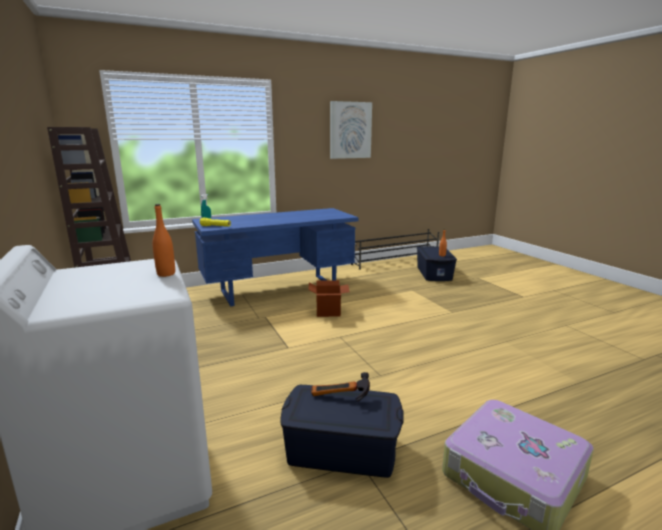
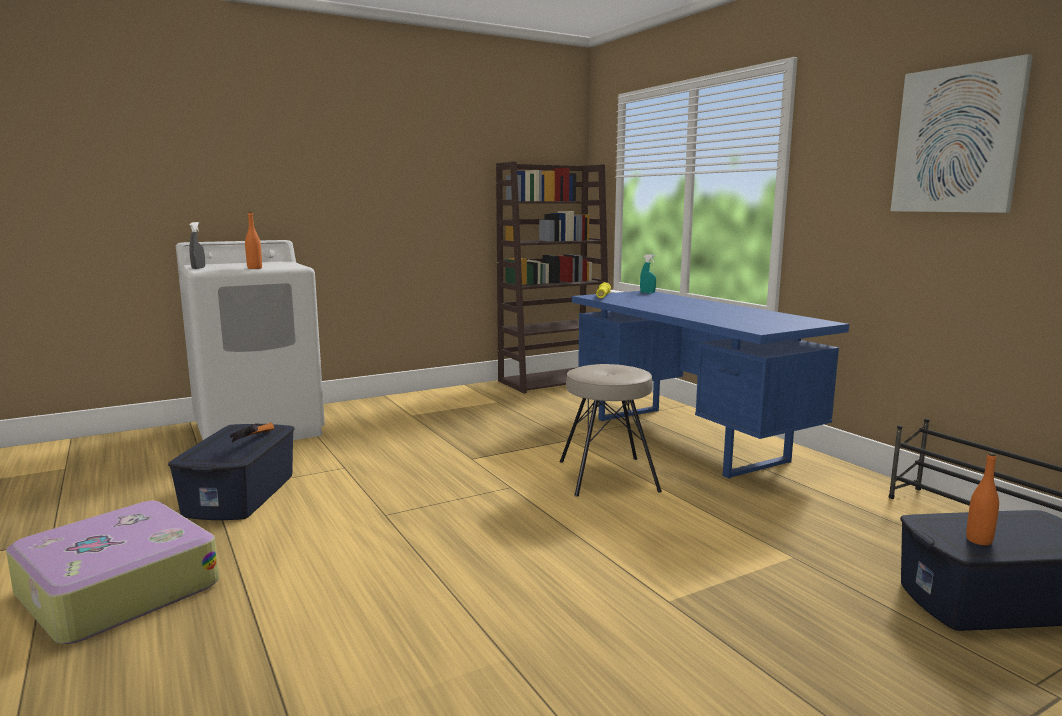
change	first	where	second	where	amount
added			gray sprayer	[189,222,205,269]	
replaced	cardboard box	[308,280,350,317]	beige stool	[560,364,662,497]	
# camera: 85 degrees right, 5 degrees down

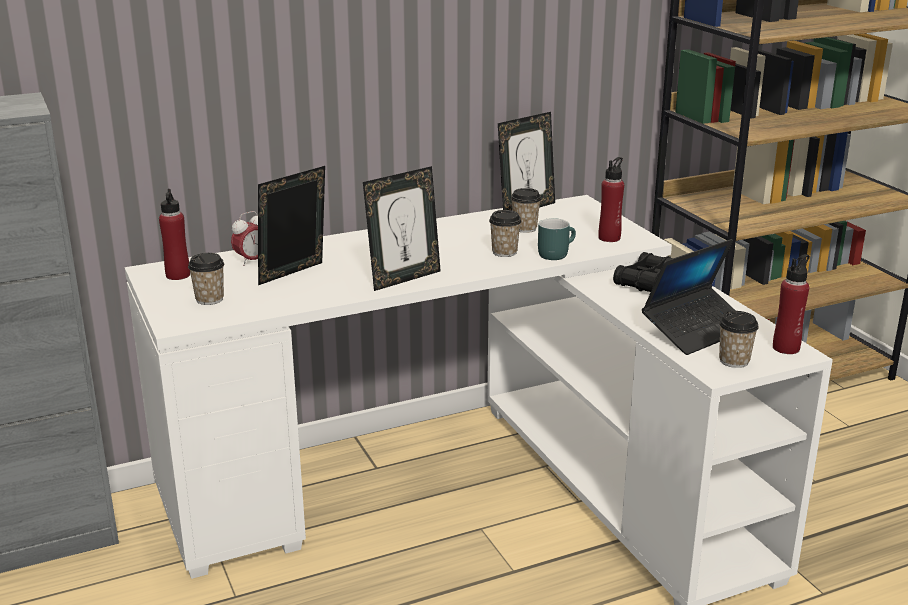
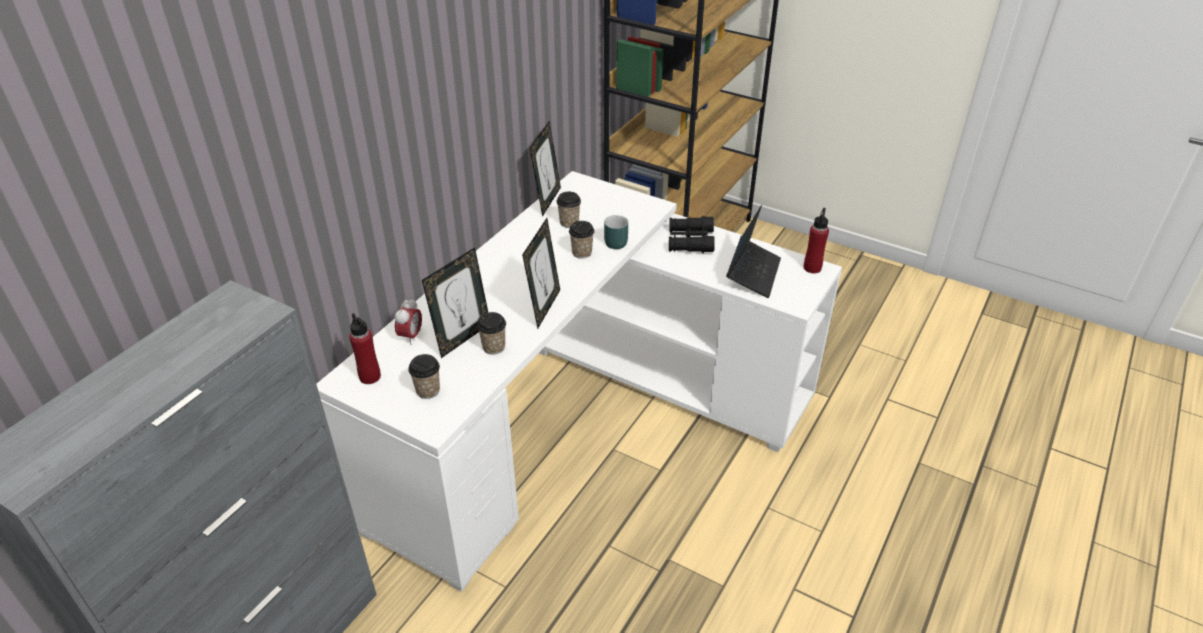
change	first	where	second	where	amount
removed	reddish beverage bottle	[599,157,624,242]			
moved	drinking cup	[719,311,759,368]		[477,312,506,355]	
turned	photo frame	[258,166,325,285]		[422,247,488,358]	150 degrees counterclockwise
# camera: 35 degrees left, 15 degrees up

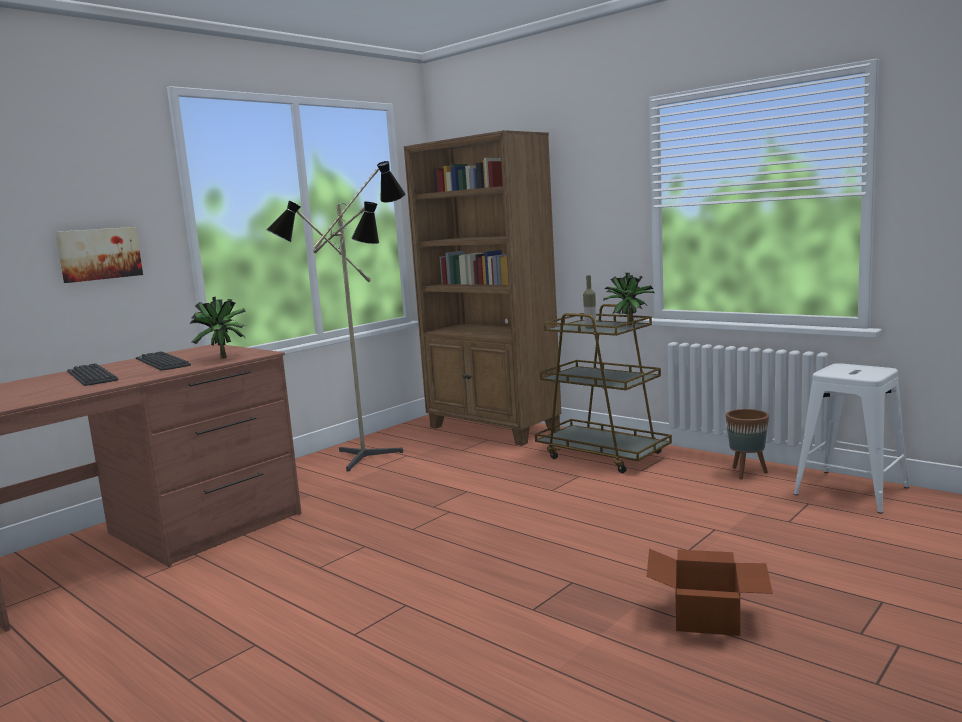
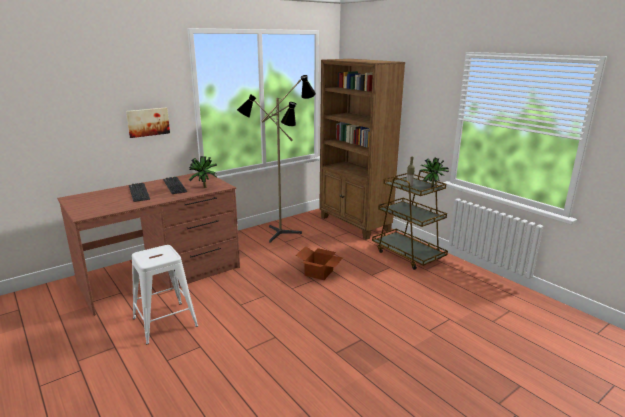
change	first	where	second	where	amount
removed	brownish planter	[726,409,769,480]			
moved	cardboard box	[647,549,773,636]		[296,246,343,280]	
moved	white-coloured stool	[794,363,910,513]		[132,245,198,344]	
# camera: 10 degrees right, 10 degrees up

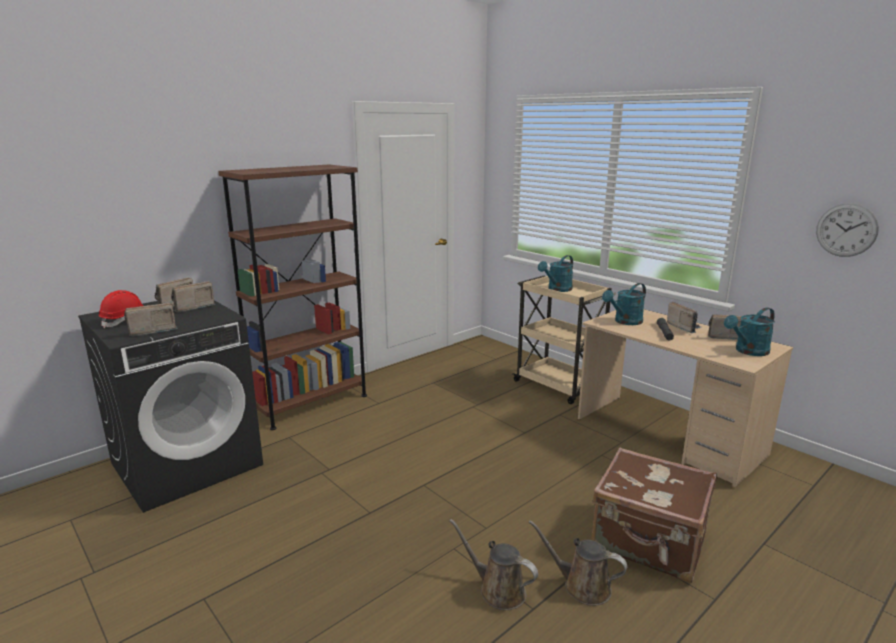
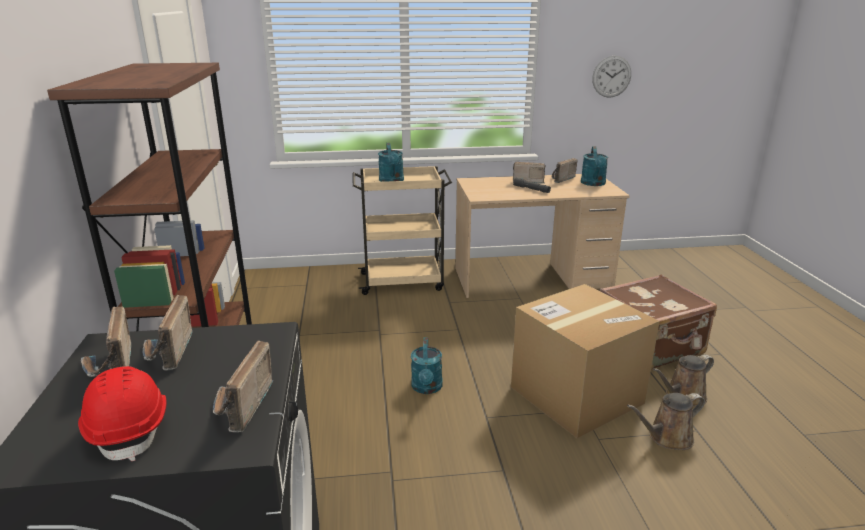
change	first	where	second	where	amount
added			cardboard box	[511,284,660,438]	
moved	turquoise watering can	[602,283,646,325]		[411,337,443,394]	
# camera: 55 degrees left, 5 degrees up

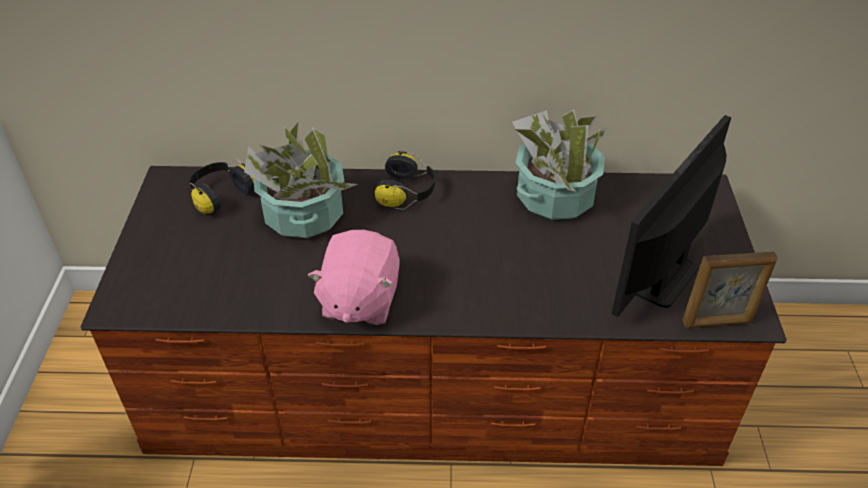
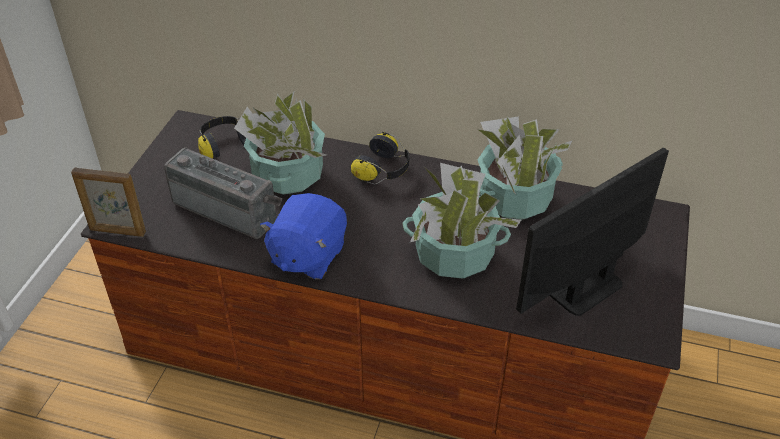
change	first	where	second	where	amount
added			radio set	[164,148,283,239]	
added			plant in a pot	[402,163,521,278]	
moved	photo frame	[682,251,778,328]		[71,167,146,237]	
recoloured	pinkish plush toy	[307,230,400,325]	blue-coloured plush toy	[260,193,347,279]	
# camera: 15 degrees right, 0 degrees up

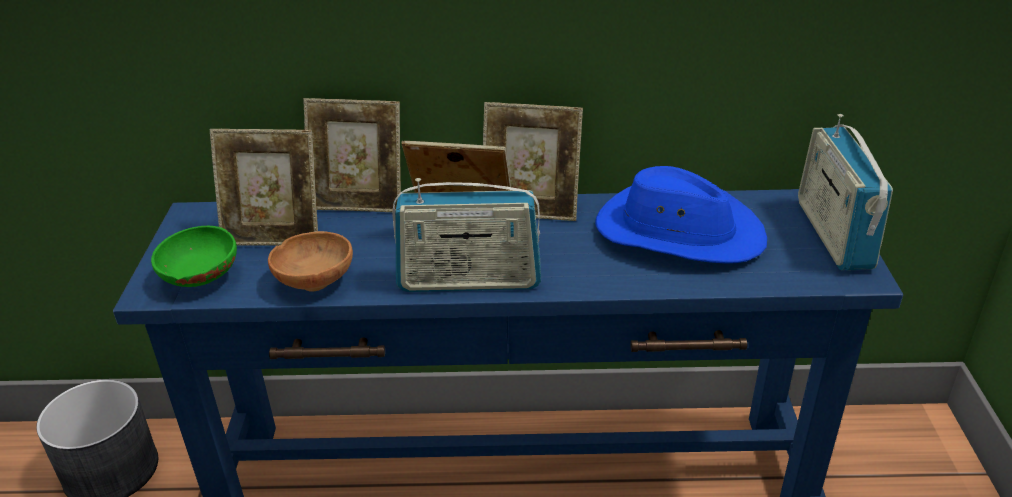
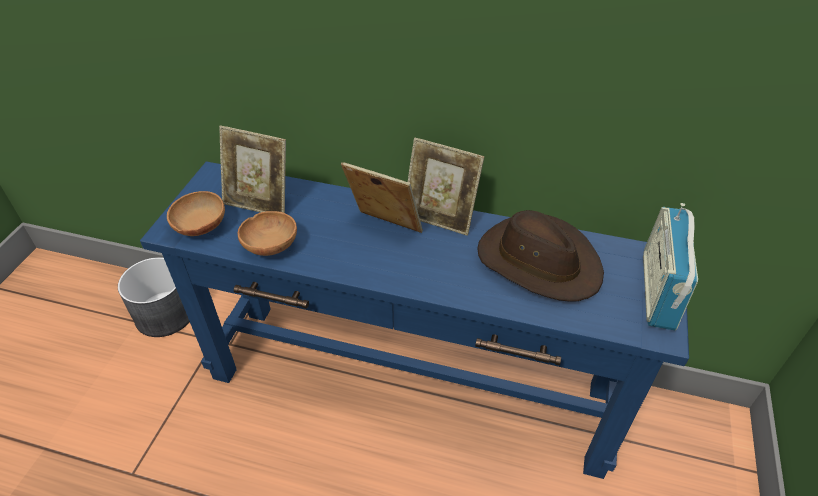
change	first	where	second	where	amount
removed	photo frame	[303,98,401,213]			
removed	radio set	[392,178,541,292]			
recoloured	green deep dish	[151,226,237,287]	brownish deep dish	[167,191,225,236]	
recoloured	blue-coloured hat	[595,166,767,263]	brownish hat	[477,210,604,302]	
# camera: 15 degrees right, 10 degrees up

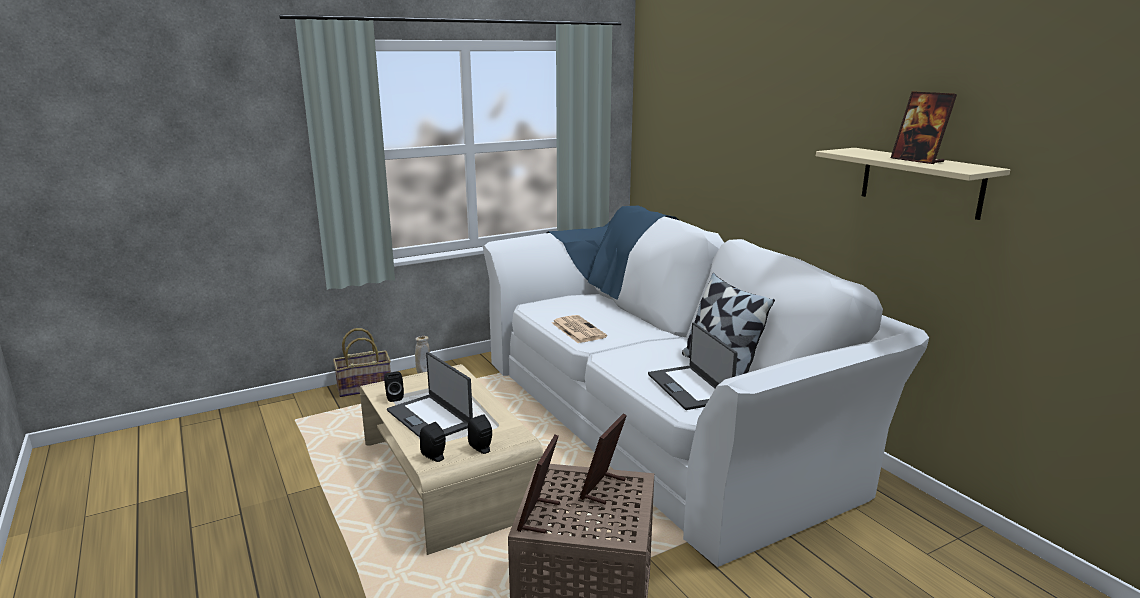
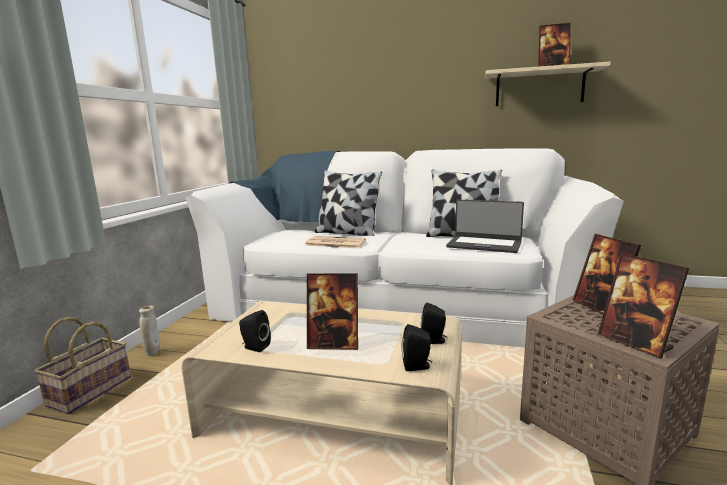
change	first	where	second	where	amount
added			pillow	[315,170,382,236]	
replaced	laptop	[387,352,473,438]	photo frame	[307,273,358,350]	
# camera: 45 degrees left, 5 degrees down

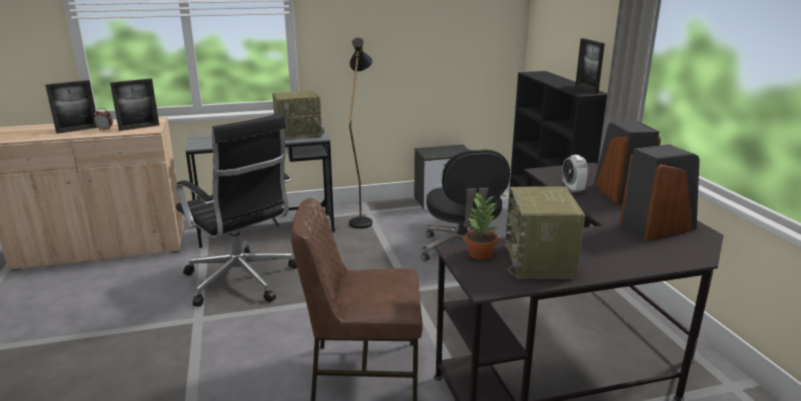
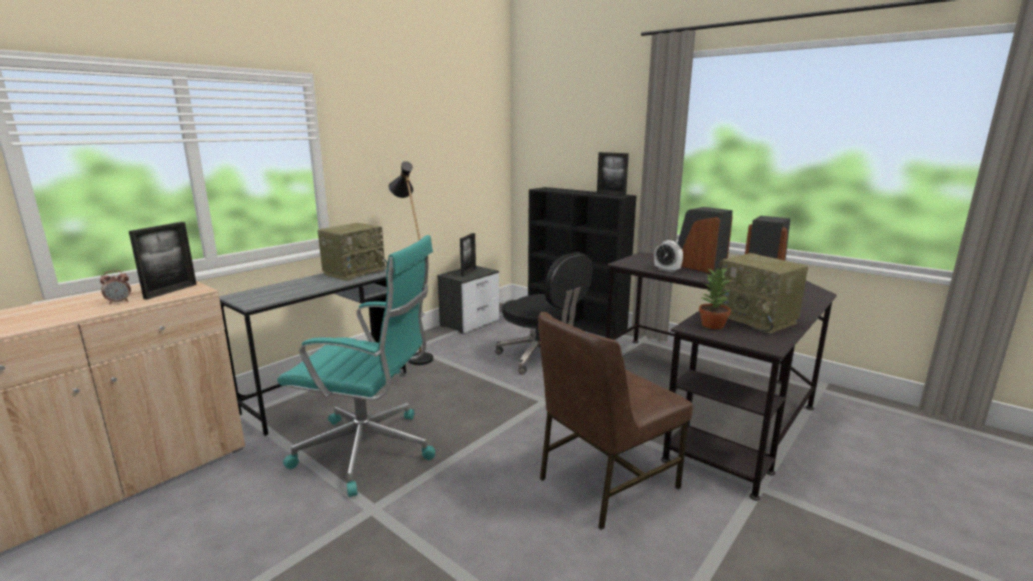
change	first	where	second	where	amount
moved	photo frame	[45,80,98,134]		[460,233,476,276]	
recoloured	blackish computer chair	[176,113,297,307]	turquoise computer chair	[277,235,435,497]	
# camera: 35 degrees left, 5 degrees down

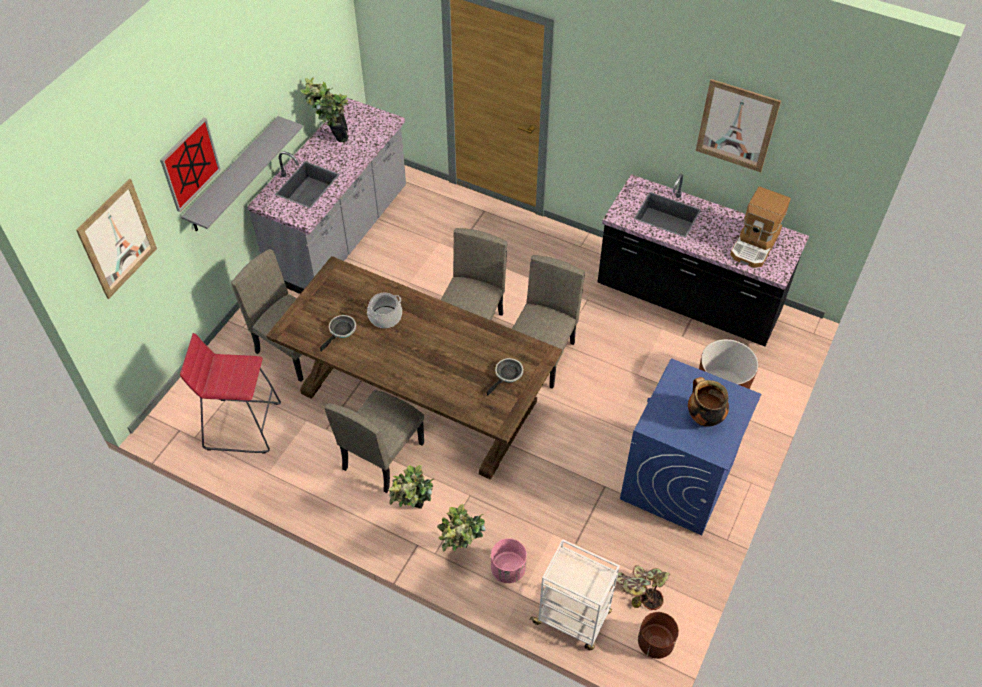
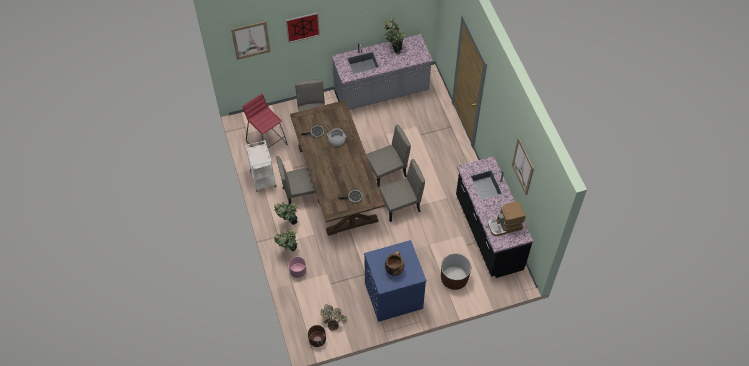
change	first	where	second	where	amount
removed	gray shelf	[181,116,303,231]			
moved	white-coloured wheeled cart	[530,539,620,650]		[246,140,277,192]	
# camera: 45 degrees right, 5 degrees up

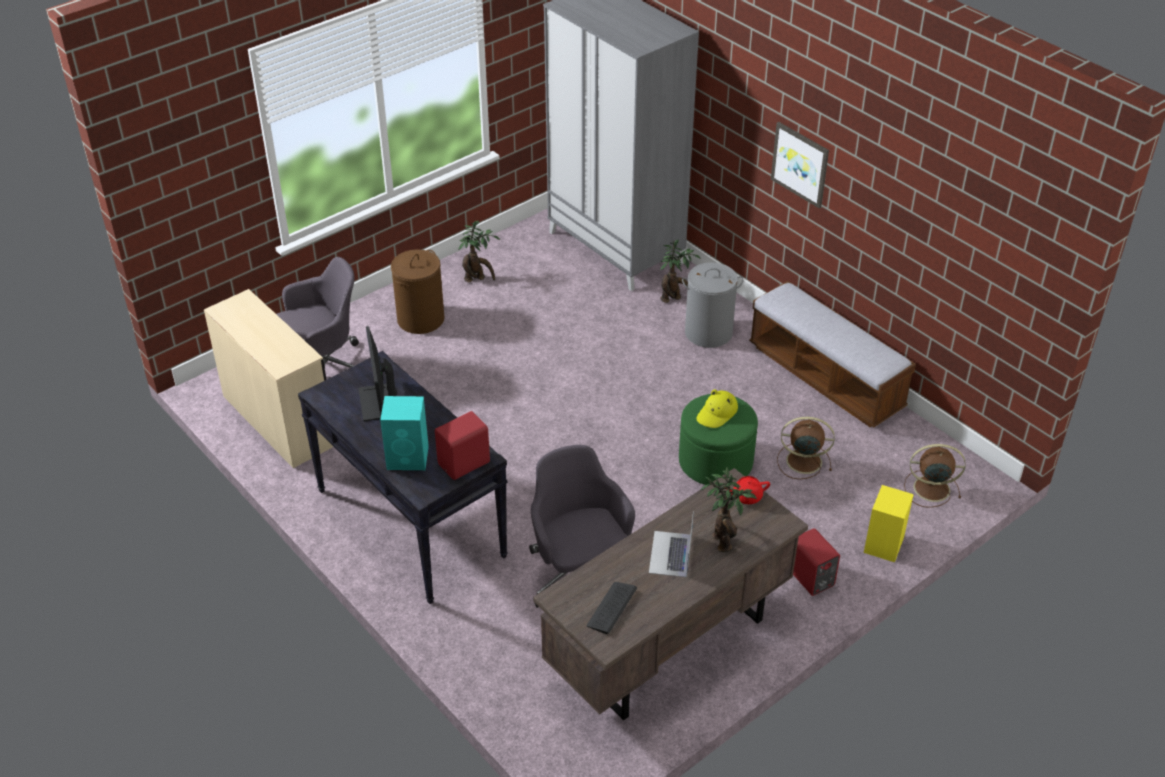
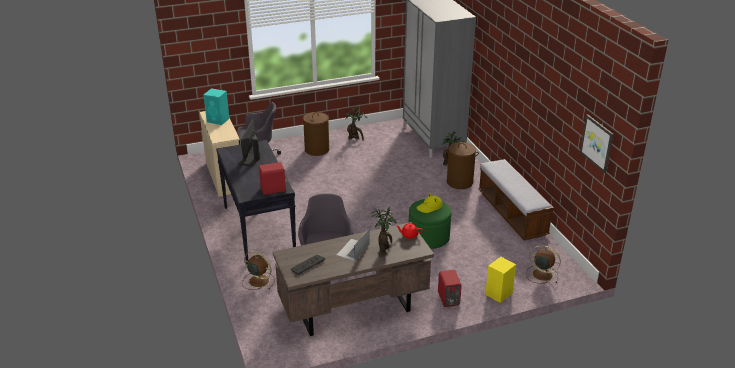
change	first	where	second	where	amount
moved	turquoise loudspeaker	[380,396,429,470]		[204,88,230,125]	
moved	picture	[771,122,829,209]		[580,114,614,173]	
moved	brownish fan	[777,417,835,479]		[242,251,275,290]	
recoloured	gray washing basket	[682,262,744,348]	brownish washing basket	[446,142,479,189]	
# camera: 20 degrees right, 10 degrees down

